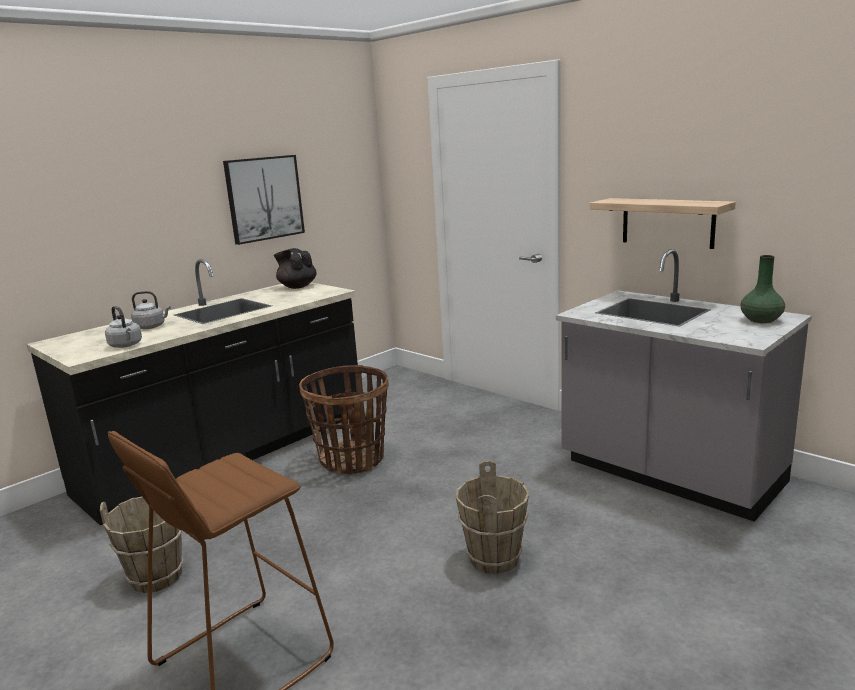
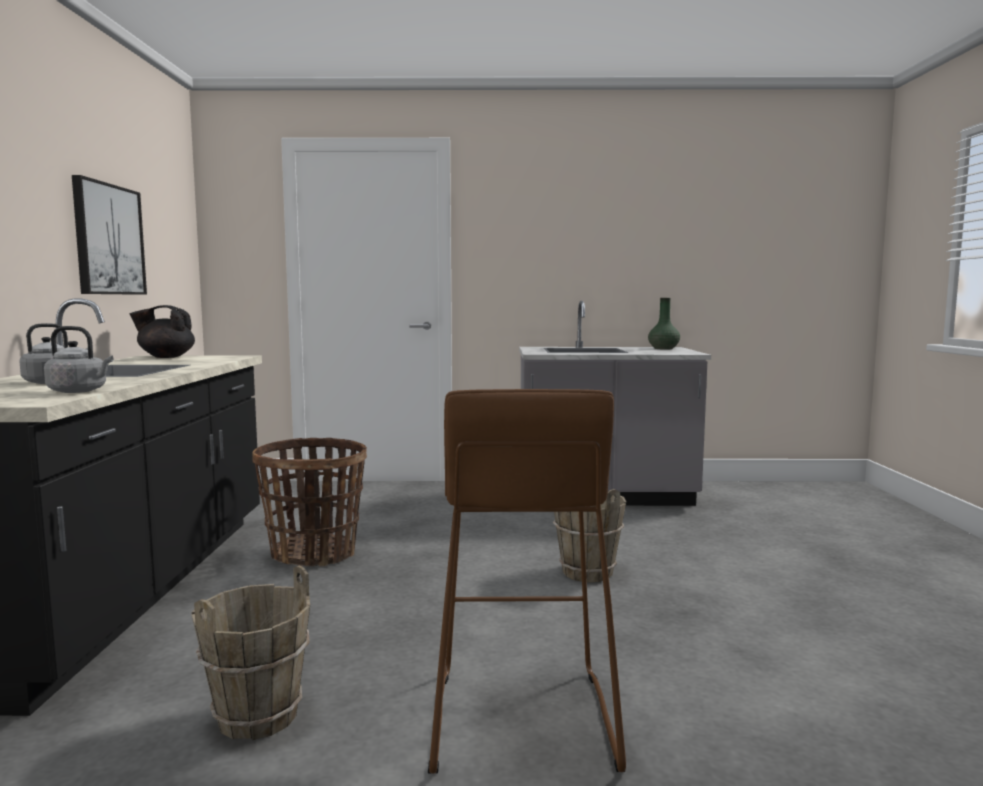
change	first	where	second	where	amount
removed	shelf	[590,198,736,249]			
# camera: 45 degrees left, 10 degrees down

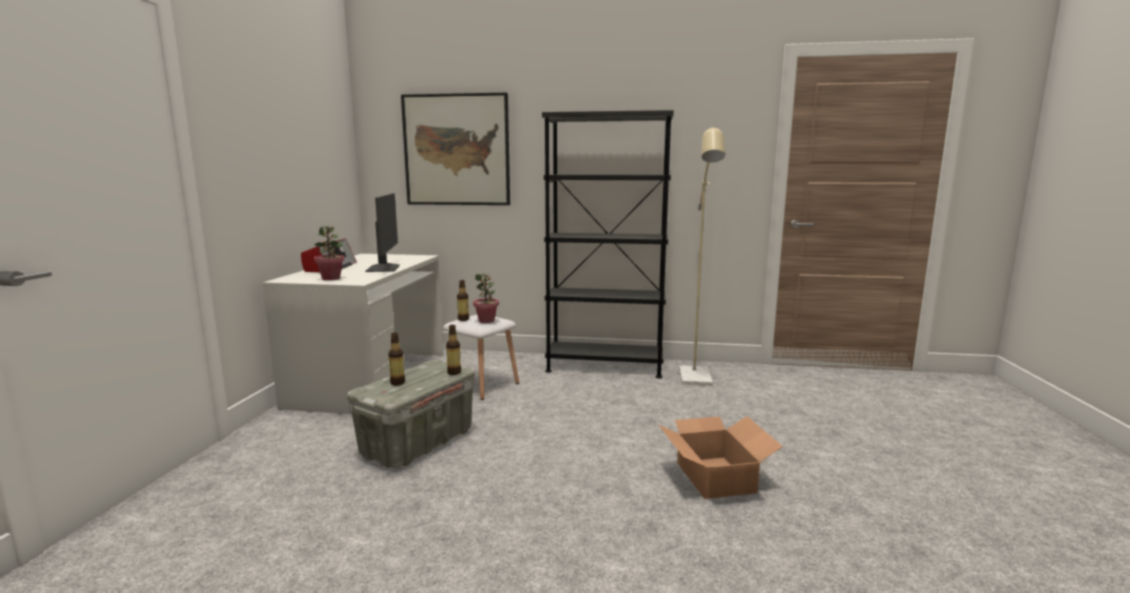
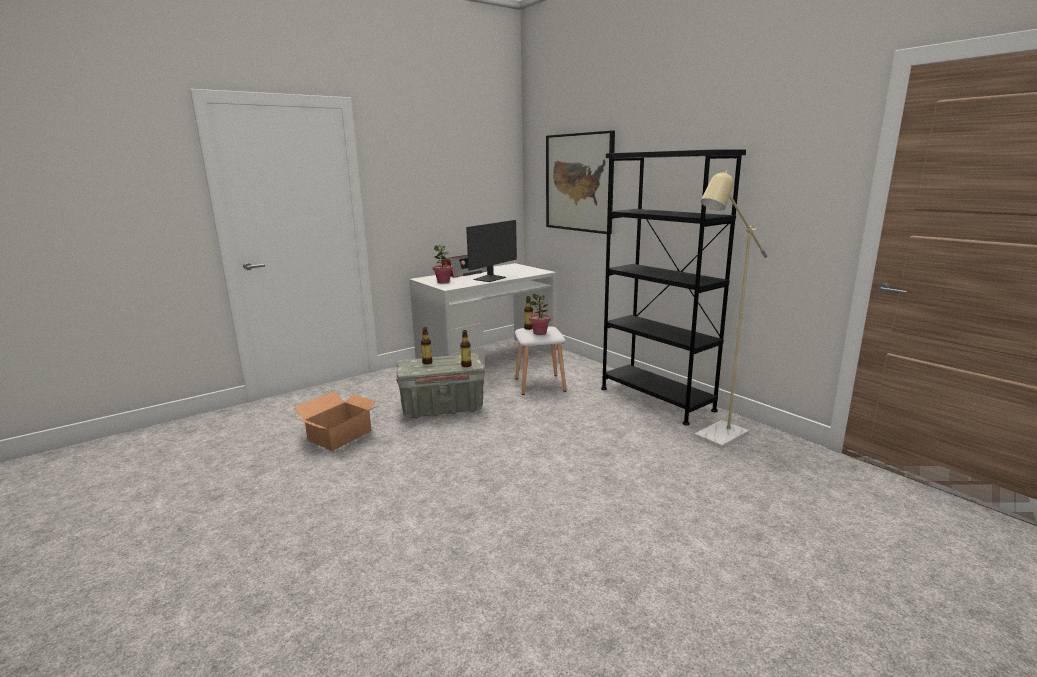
change	first	where	second	where	amount
moved	cardboard box	[658,416,783,499]		[294,391,379,451]	
# camera: 45 degrees right, 5 degrees up

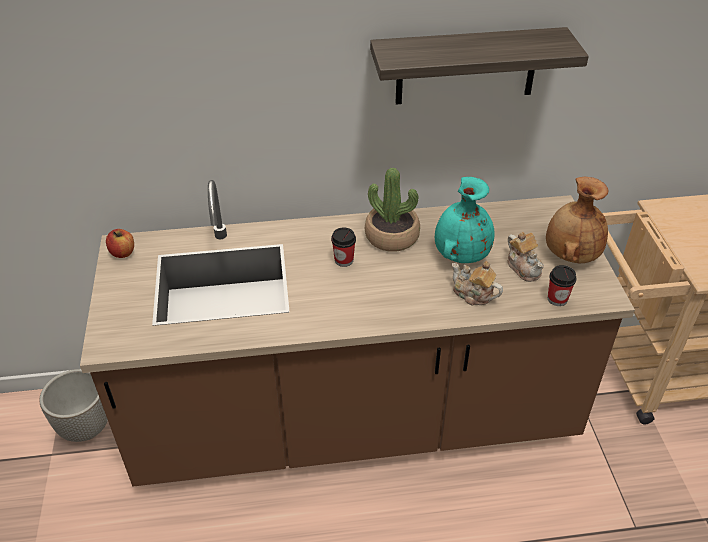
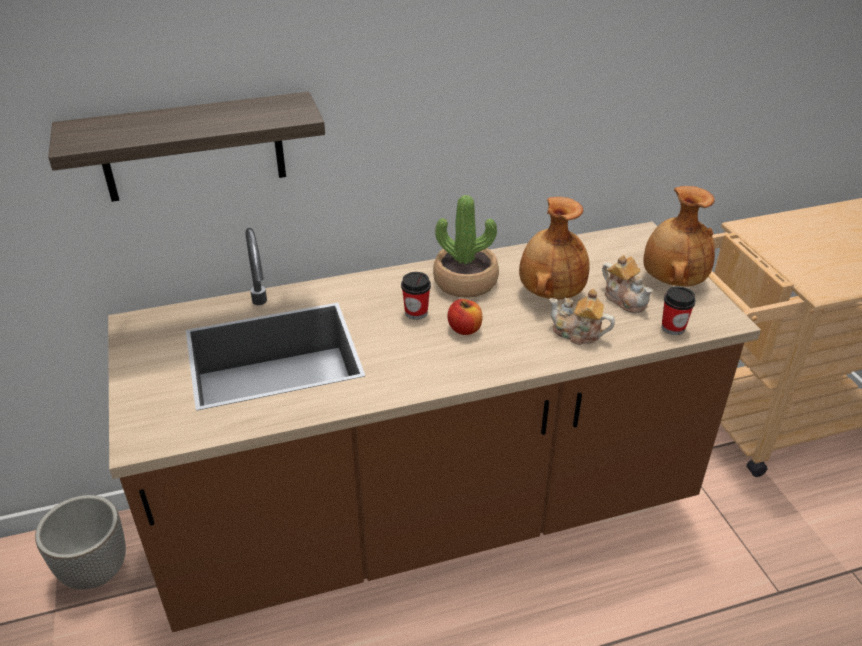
change	first	where	second	where	amount
moved	apple	[106,229,134,258]		[447,299,482,335]	
moved	shelf	[370,27,589,104]		[48,92,325,202]	
recoloured	turquoise flower vase	[435,177,495,263]	brownish flower vase	[519,197,589,300]	
# camera: 10 degrees left, 5 degrees down

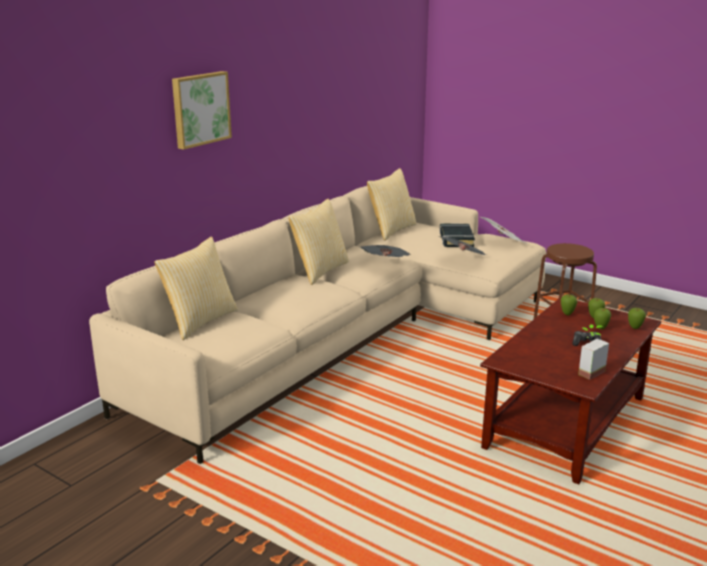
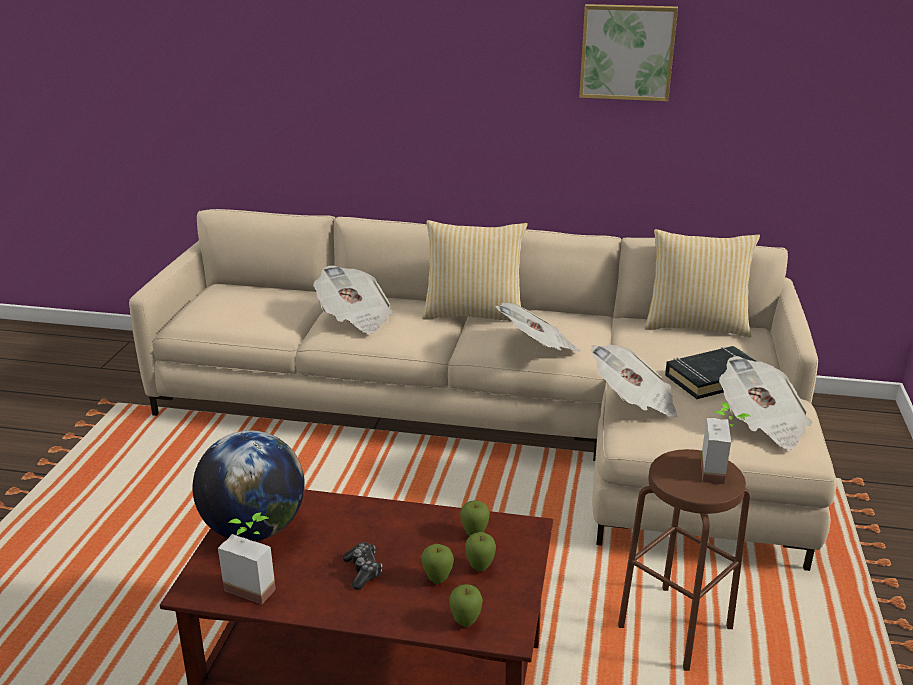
change	first	where	second	where	amount
removed	pillow	[154,237,238,340]			
added			desk globe	[193,431,305,541]	
added			printed paper	[313,265,394,334]	
added			plant in a pot	[701,402,750,484]	
moved	picture	[172,71,232,150]		[579,4,678,101]	
# camera: 65 degrees right, 5 degrees up

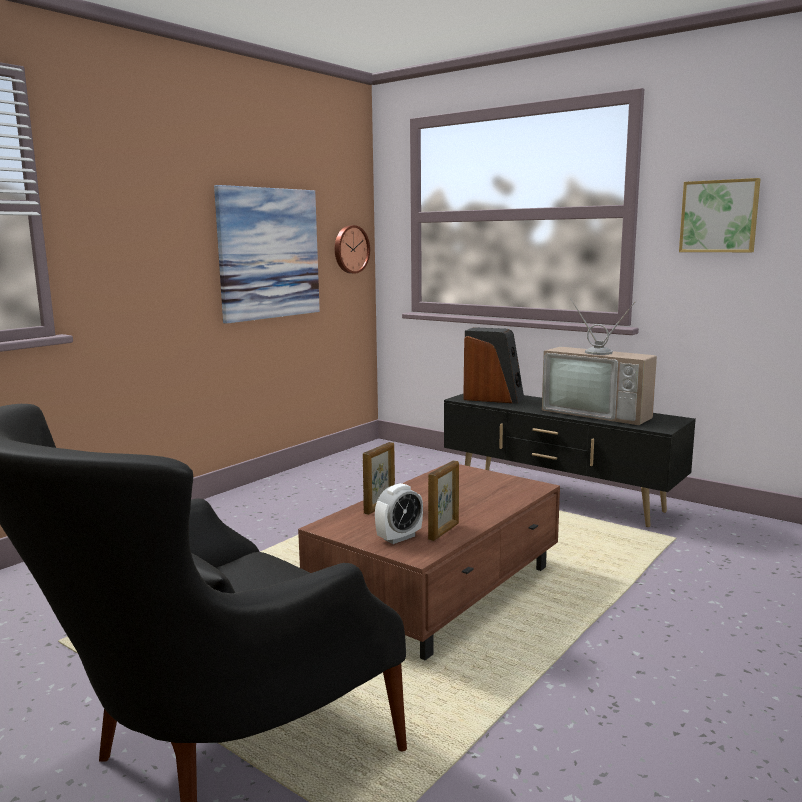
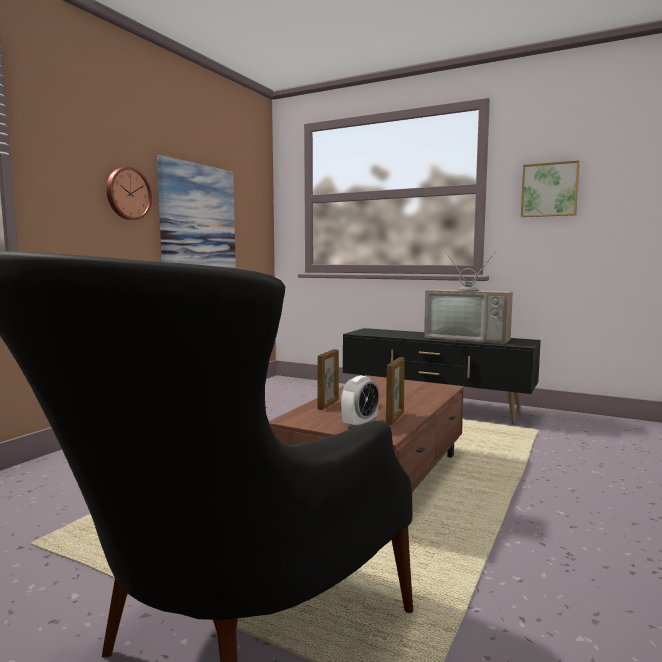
change	first	where	second	where	amount
removed	loudspeaker	[463,327,524,404]			
moved	clock on the wall	[335,225,370,274]		[106,167,152,220]	
# camera: 10 degrees left, 5 degrees down

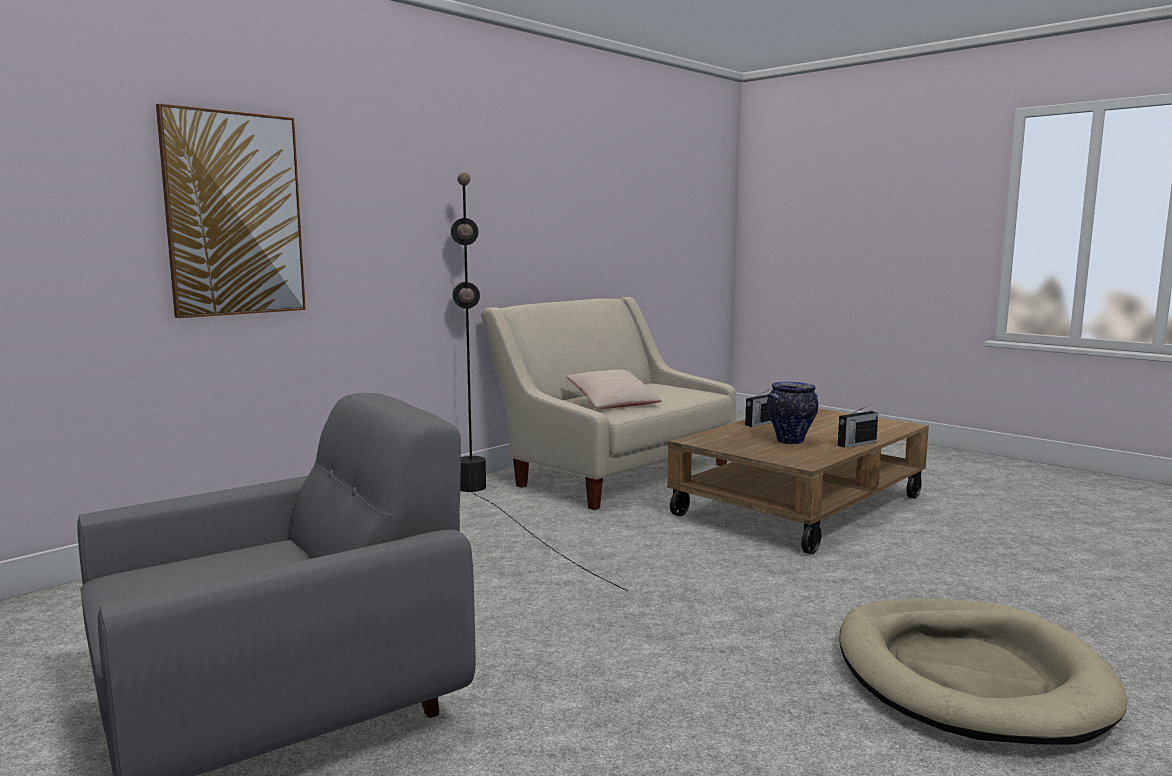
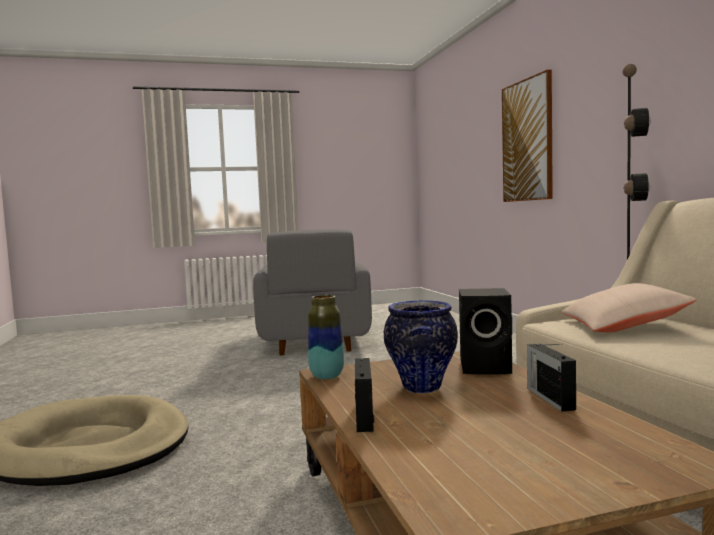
change	first	where	second	where	amount
added			flower vase	[308,295,344,379]	
added			blackish loudspeaker	[459,288,512,375]	
# camera: 120 degrees right, 5 degrees down

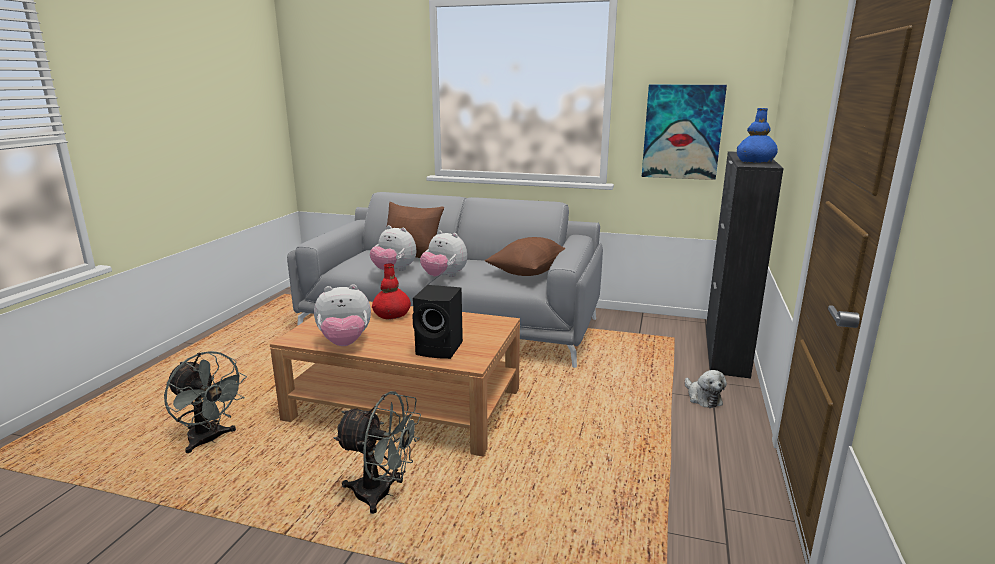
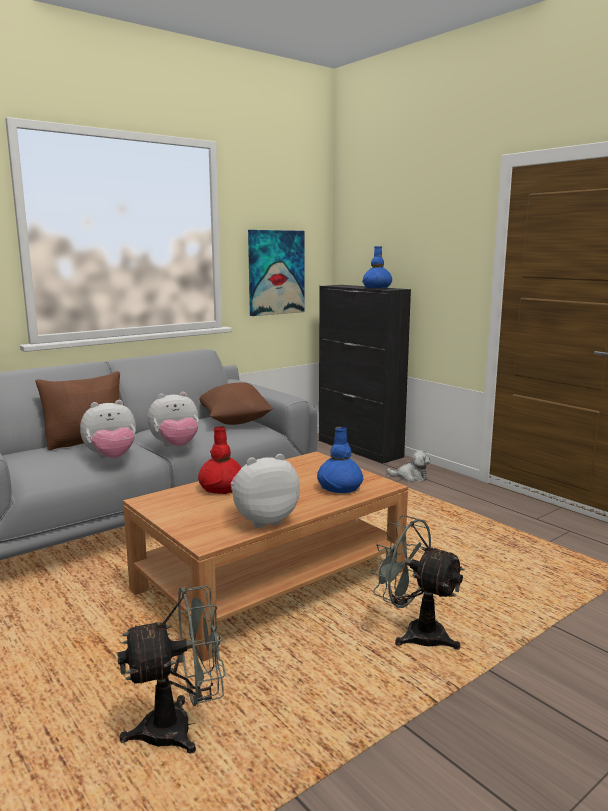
change	first	where	second	where	amount
replaced	blackish loudspeaker	[412,285,463,359]	blue-coloured flower vase	[317,426,363,493]	
turned	plush toy	[314,284,371,346]		[231,454,300,528]	135 degrees counterclockwise
turned	gray fan	[334,391,421,514]		[370,515,465,650]	105 degrees counterclockwise
# camera: 55 degrees left, 5 degrees down

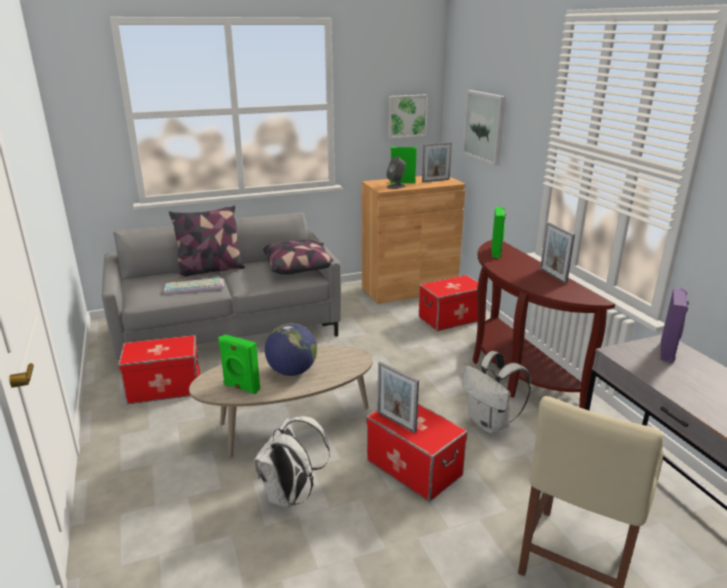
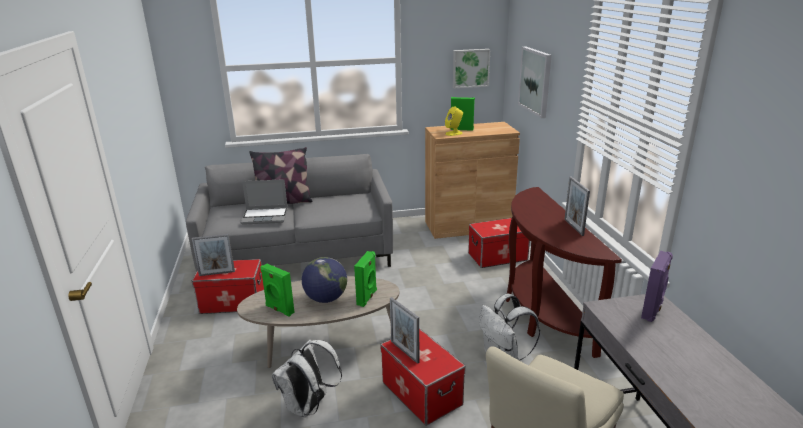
change	first	where	second	where	amount
removed	pillow	[262,240,337,274]			
moved	photo frame	[422,142,452,182]		[192,234,235,276]	
moved	green loudspeaker	[491,207,506,258]		[354,251,377,307]	
replaced	keyboard	[164,278,224,294]	laptop	[241,179,288,225]	
recoloured	gray loudspeaker	[386,156,406,189]	yellow-coloured loudspeaker	[445,106,463,136]	
# camera: 10 degrees right, 0 degrees up

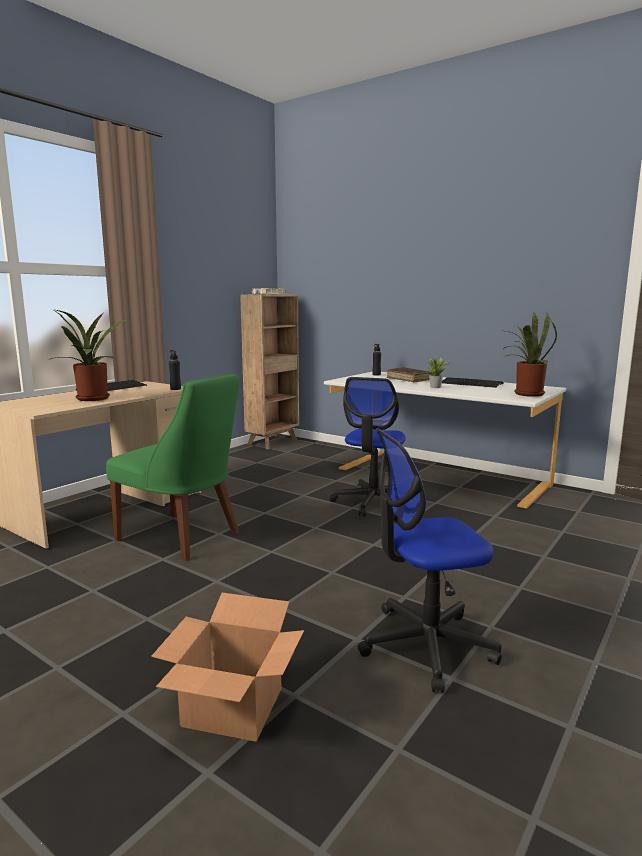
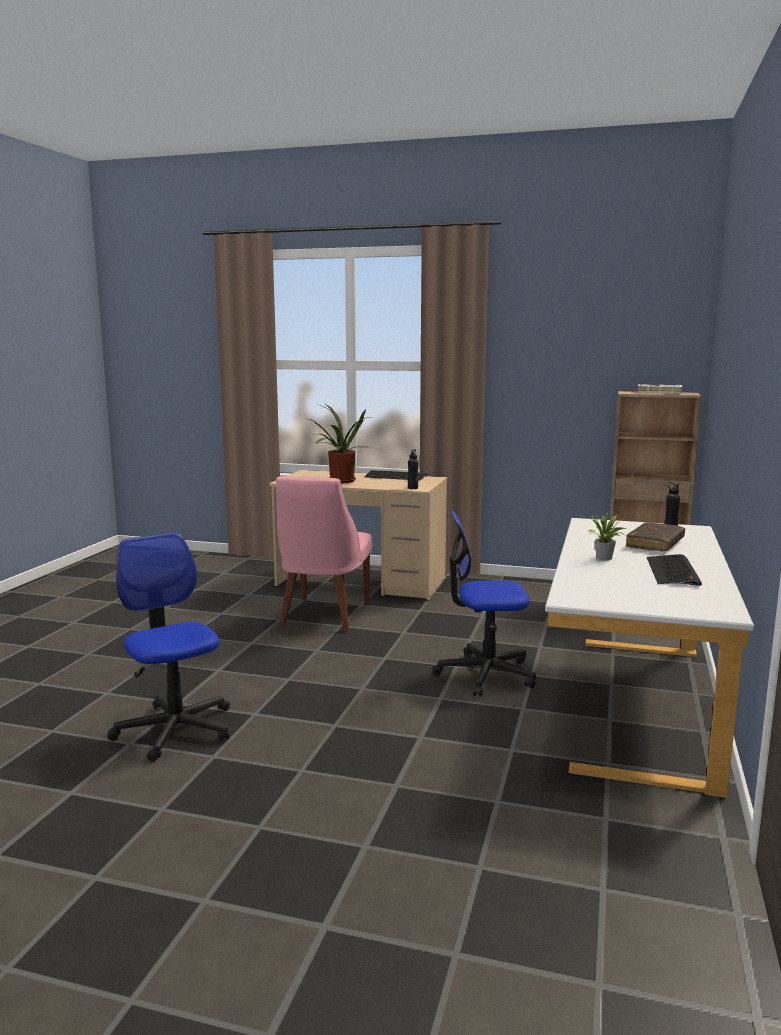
change	first	where	second	where	amount
removed	cardboard box	[151,593,304,742]			
removed	plant in a pot	[502,312,557,397]			
recoloured	green chair	[106,374,239,561]	pinkish chair	[276,476,372,632]	
# camera: 70 degrees right, 0 degrees up

